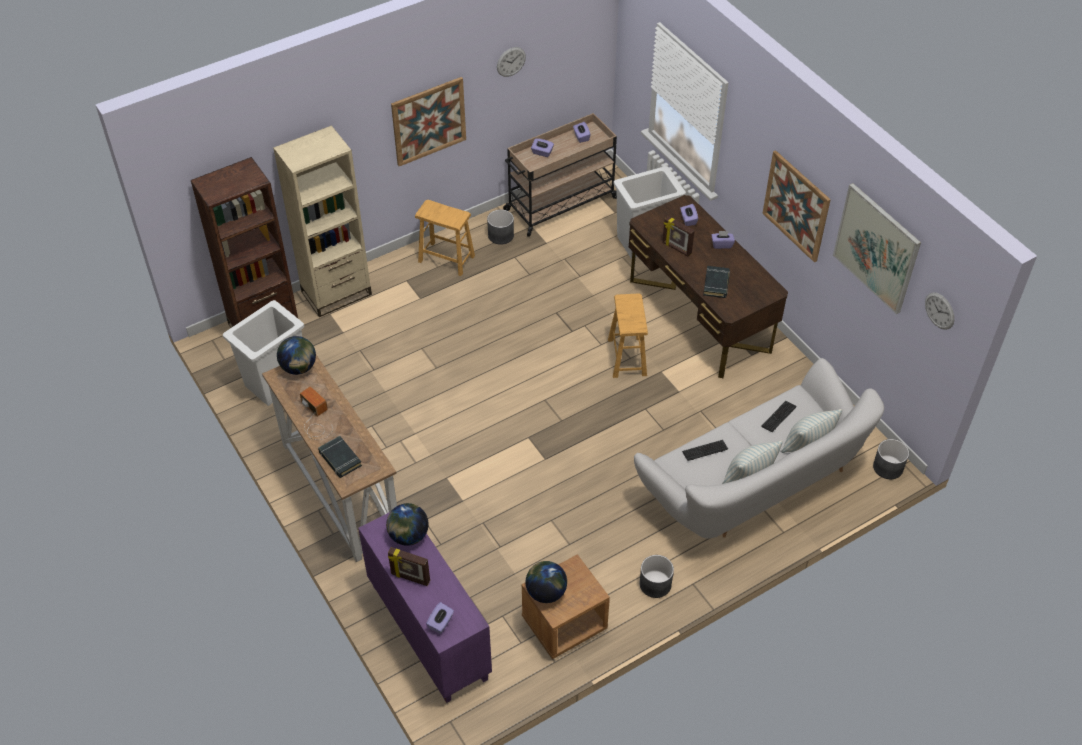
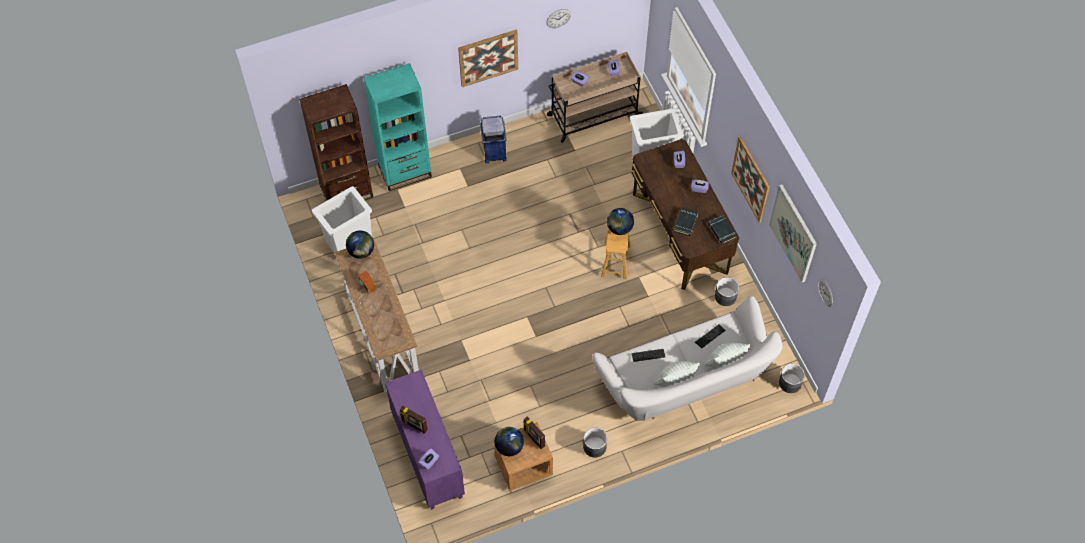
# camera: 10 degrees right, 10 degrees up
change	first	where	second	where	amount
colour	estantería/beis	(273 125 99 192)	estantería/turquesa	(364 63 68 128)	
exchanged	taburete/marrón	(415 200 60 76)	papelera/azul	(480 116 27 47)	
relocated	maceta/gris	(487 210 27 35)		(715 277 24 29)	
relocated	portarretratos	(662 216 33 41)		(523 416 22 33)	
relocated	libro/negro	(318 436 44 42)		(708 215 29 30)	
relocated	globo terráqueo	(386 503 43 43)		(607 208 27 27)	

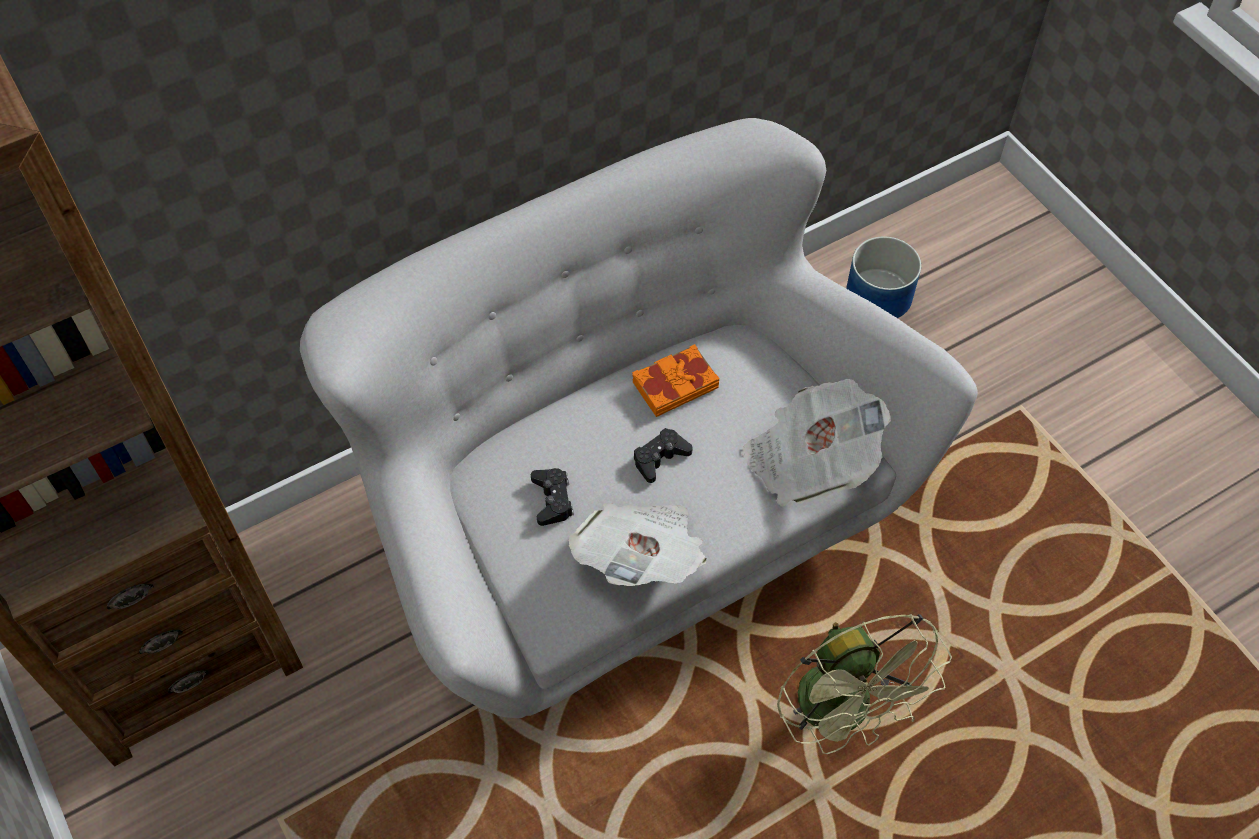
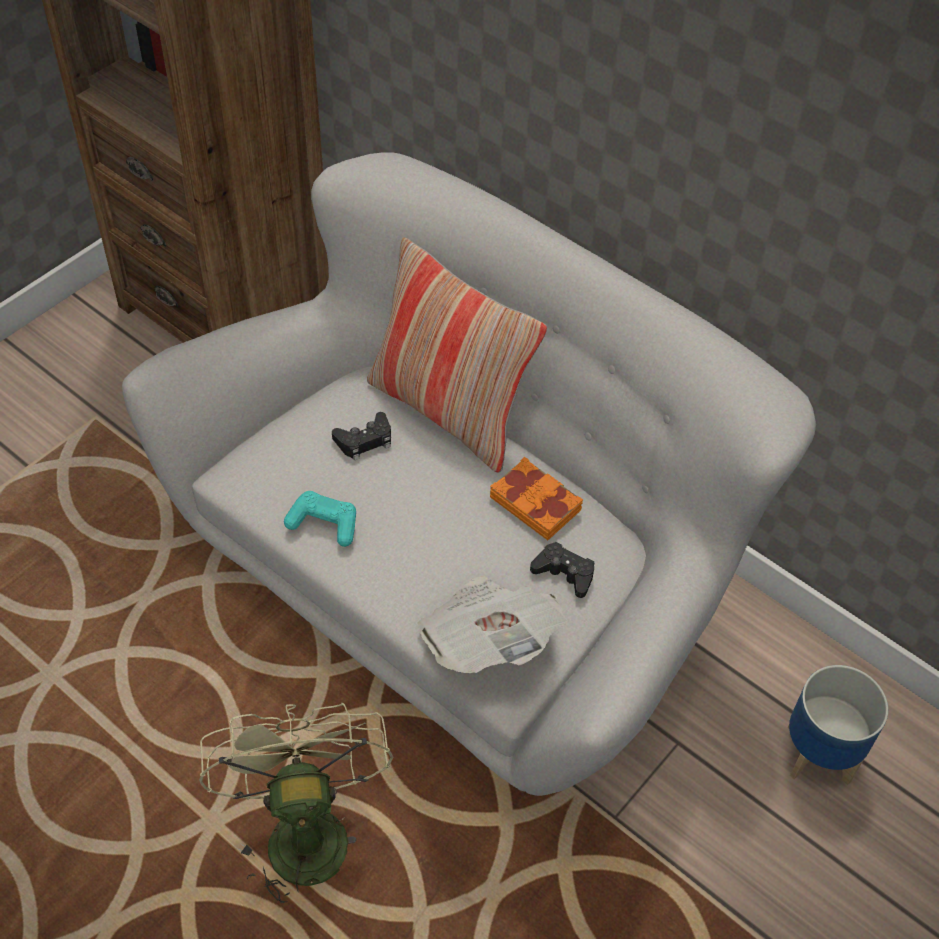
# camera: 70 degrees right, 5 degrees down
change	first	where	second	where	amount
relocated	mando de consola/negro	(634 428 59 55)		(530 542 64 56)	
exchanged	periódico	(568 503 138 83)	mando de consola/turquesa	(284 491 72 56)	
spun	ventilador/verde	(777 614 175 140)		(199 703 194 200)	120 degrees clockwise
appeared			cojín	(367 238 180 234)	

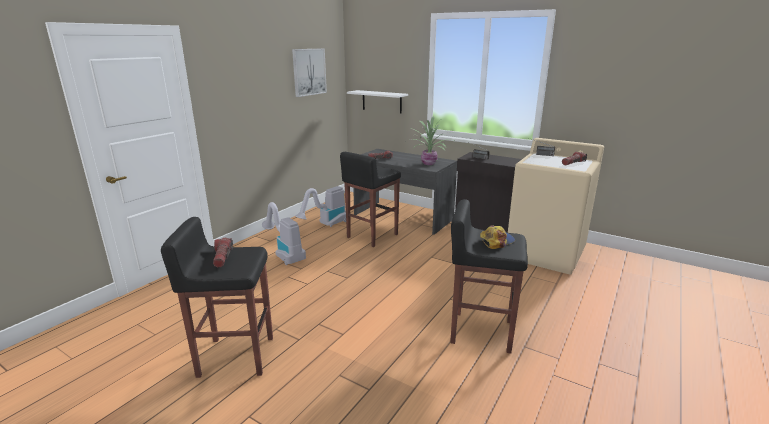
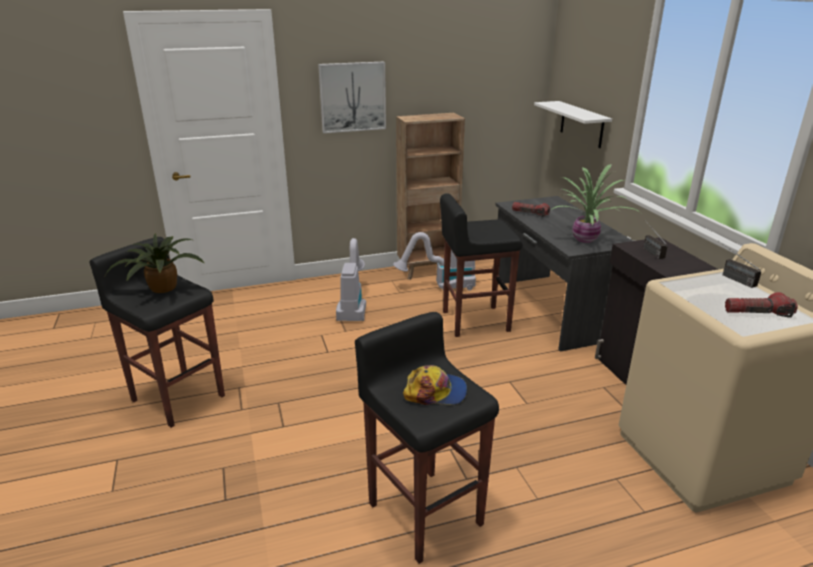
# camera: 40 degrees right, 5 degrees up
change	first	where	second	where	amount
relocated	cuadro	(292 48 35 49)		(318 62 68 71)	
exchanged	linterna	(213 238 20 30)	planta en maceta	(105 233 100 60)	
appeared			estantería/marrón	(396 113 69 167)	

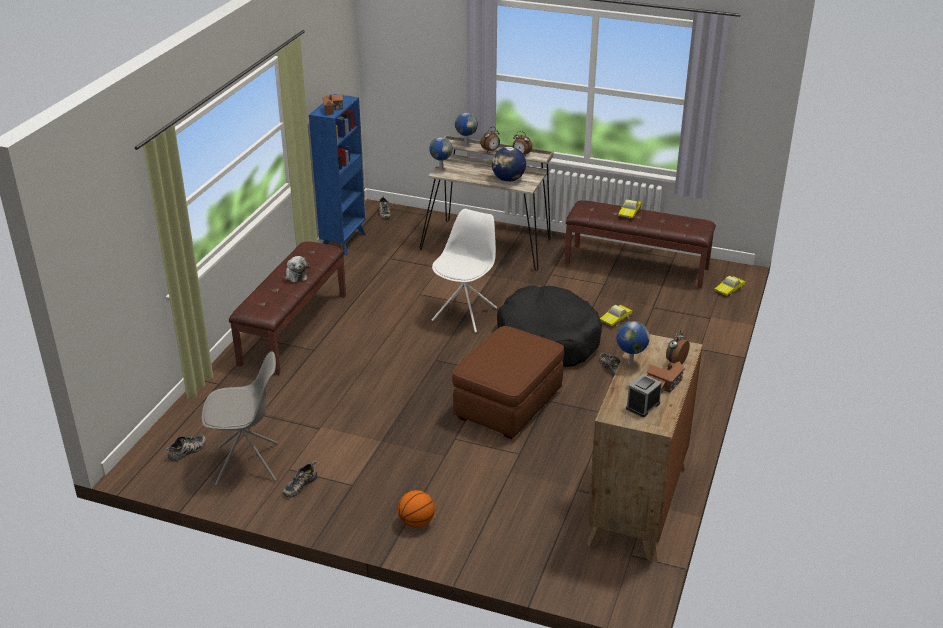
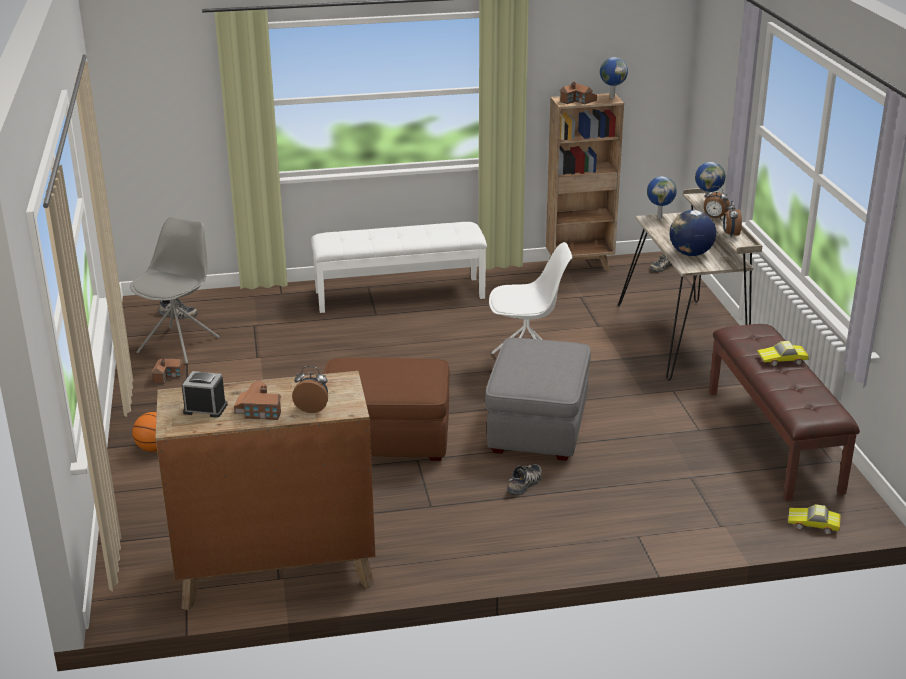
# camera: 60 degrees right, 5 degrees down
change	first	where	second	where	amount
colour	estantería/azul	(309 94 57 161)	estantería/marrón	(546 93 78 178)	
colour	banco/marrón	(229 242 117 133)	banco/blanco	(311 222 176 91)	
missing	peluche	(285 256 25 27)			
exchanged	cama para perro/negro	(497 285 105 82)	puf/gris	(485 338 106 123)	
missing	coche de juguete	(600 305 32 21)			
relocated	globo terráqueo	(617 321 33 44)		(600 57 28 42)	
spun	silla/gris	(202 352 76 134)		(130 217 90 147)	120 degrees counterclockwise
exchanged	zapato	(283 461 34 37)	casita	(151 358 34 26)	

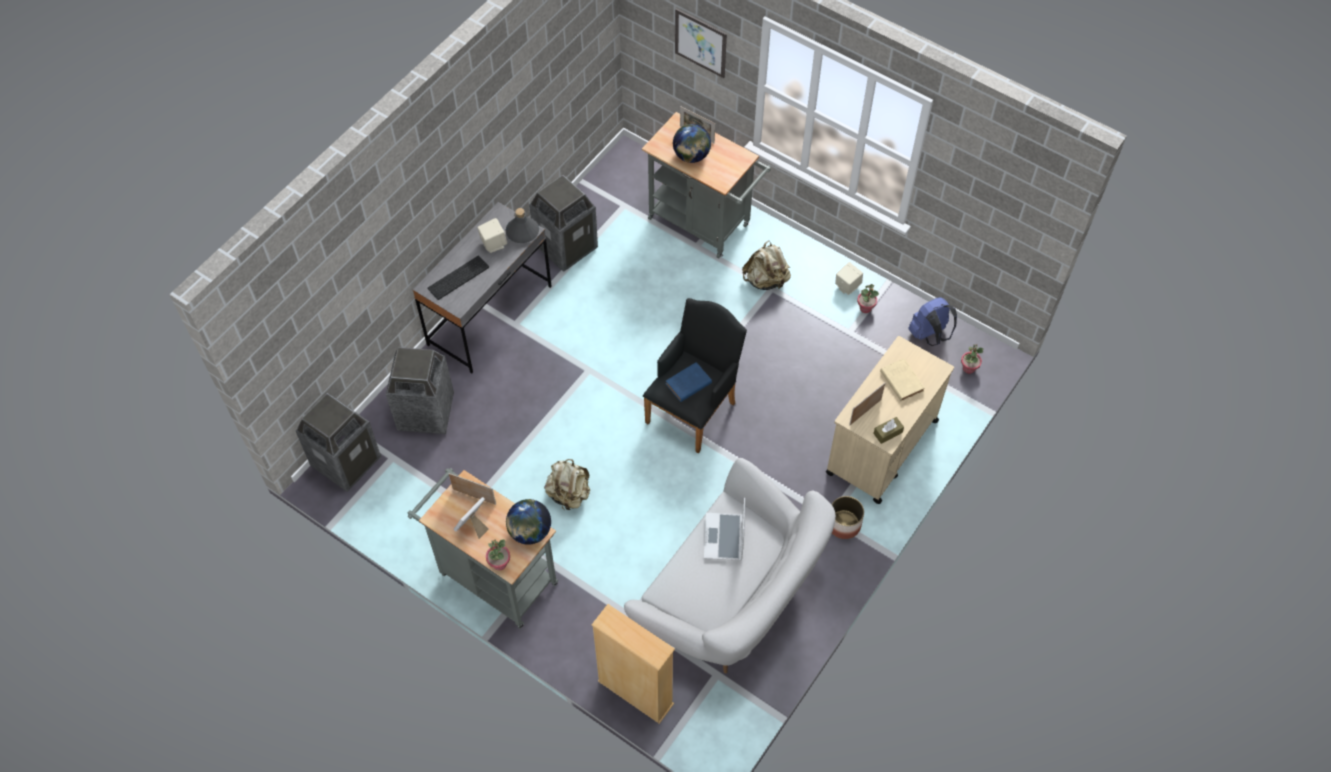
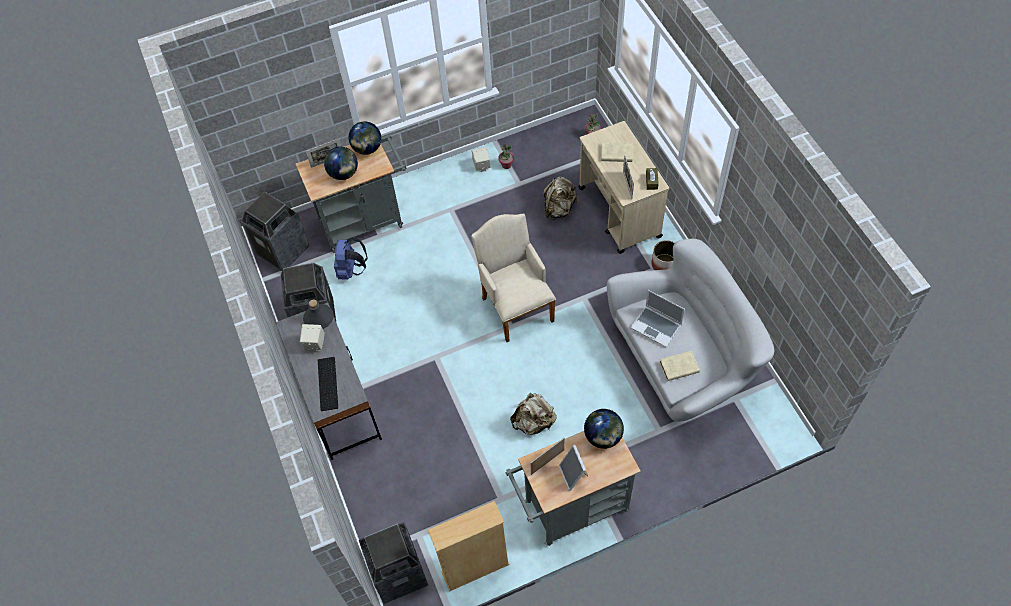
# camera: 55 degrees left, 0 degrees up
change	first	where	second	where	amount
missing	cuadro	(675 9 52 69)			
relocated	mochila/beis	(742 241 49 49)		(543 176 34 44)	
relocated	mochila/azul	(908 297 49 49)		(334 237 34 43)	
colour	sillón/negro	(643 298 104 155)	sillón/beis	(471 213 85 129)	
relocated	papelera	(386 347 68 87)		(241 191 69 80)	
missing	libro/azul	(665 362 47 40)			
missing	planta en maceta	(486 539 24 32)			
relocated	estantería/beis	(592 604 83 120)		(428 501 82 91)	
appeared			globo terráqueo	(349 121 32 34)	
appeared			libro/beis	(659 351 41 30)	

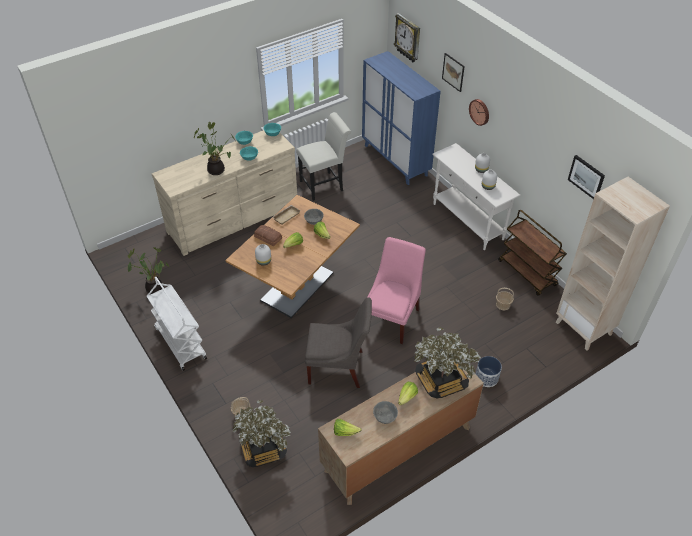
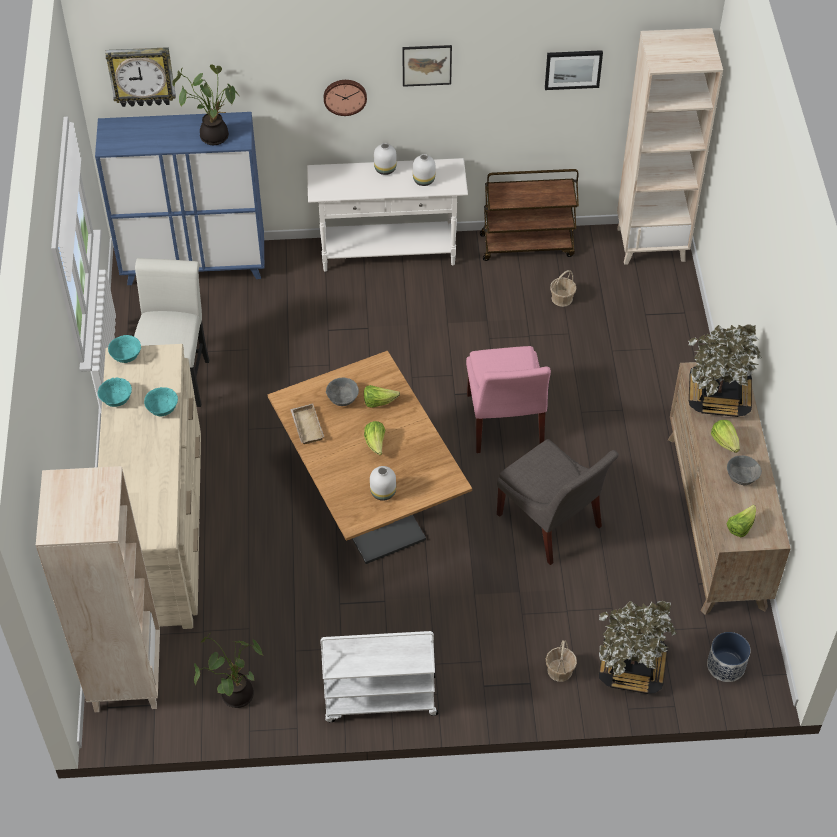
# camera: 60 degrees left, 5 degrees up
change	first	where	second	where	amount
relocated	cuadro	(442 53 23 39)		(402 45 50 42)	
relocated	planta en maceta	(194 122 42 53)		(172 65 68 80)	
missing	pan	(254 225 28 21)			
spun	silla/rosa	(368 237 58 107)		(466 346 85 107)	150 degrees counterclockwise
spun	silla/gris	(305 297 67 91)		(497 439 122 126)	105 degrees clockwise
relocated	maceta	(476 356 26 31)		(707 632 43 50)	
appeared			estantería/beis	(36 466 124 246)	

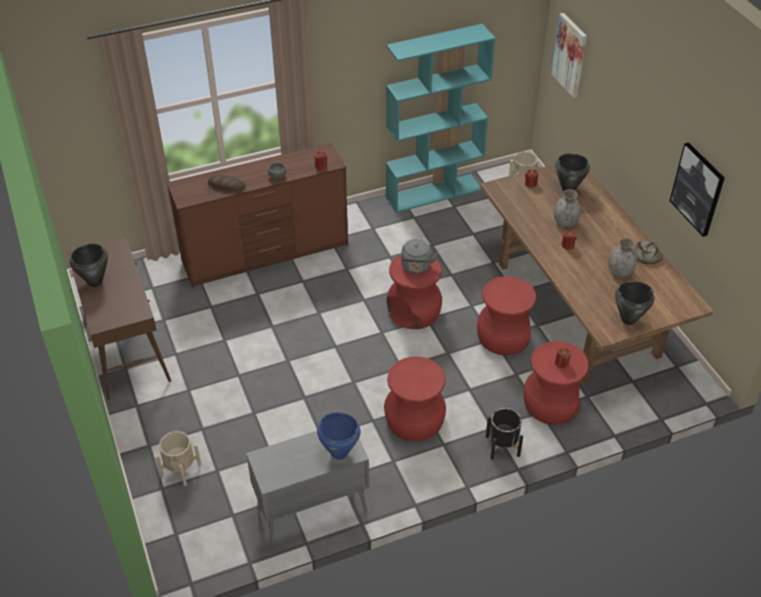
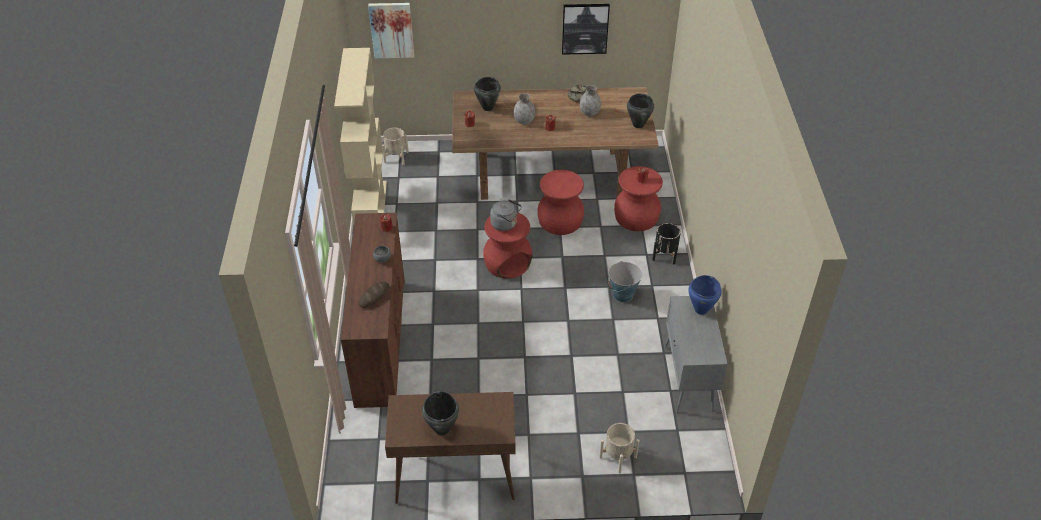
# camera: 70 degrees left, 0 degrees up
change	first	where	second	where	amount
colour	estantería/turquesa	(386 24 109 189)	estantería/beis	(334 48 53 176)	
exchanged	taburete/rojo	(384 356 62 85)	cubo	(608 261 34 41)	

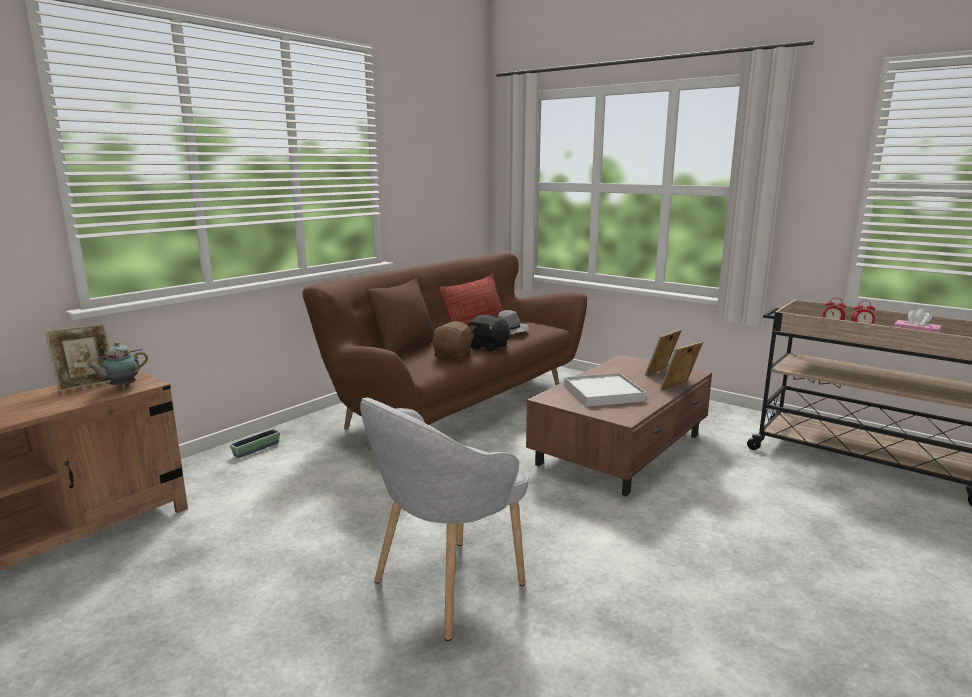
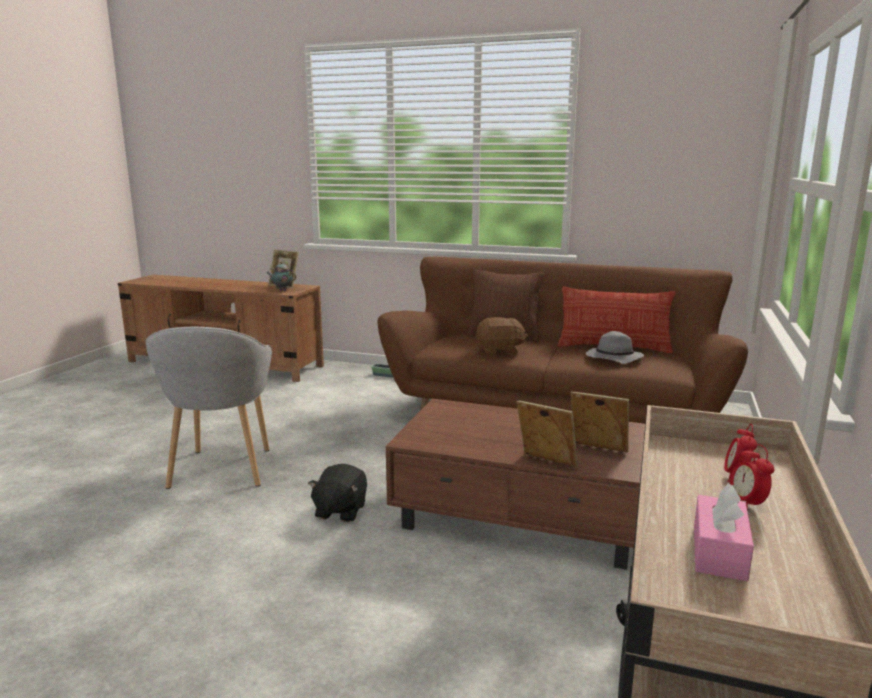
# camera: 70 degrees right, 0 degrees up
change	first	where	second	where	amount
relocated	peluche/negro	(468 315 43 37)		(308 464 59 58)	
missing	bandeja/blanco	(564 373 82 34)			
spun	sillón/gris	(360 398 168 243)		(145 327 127 162)	120 degrees counterclockwise

